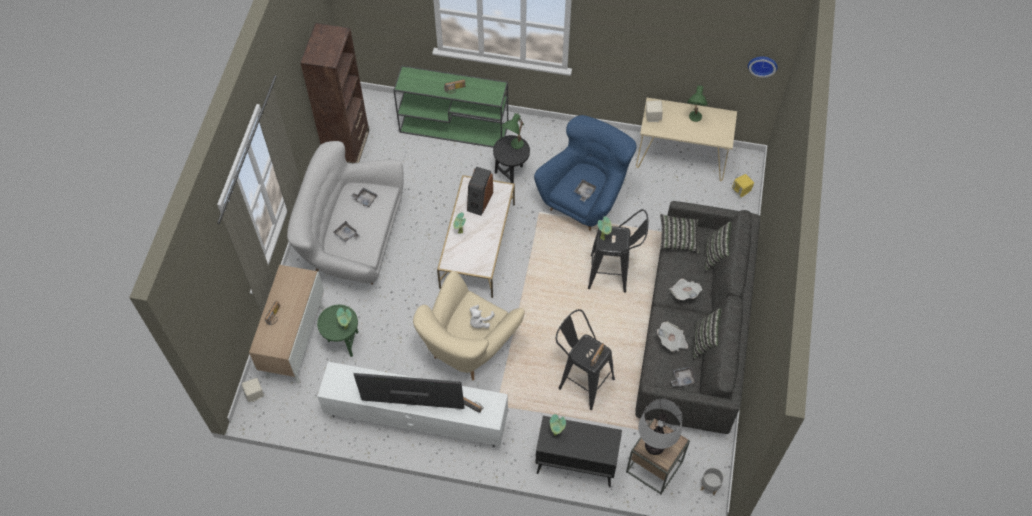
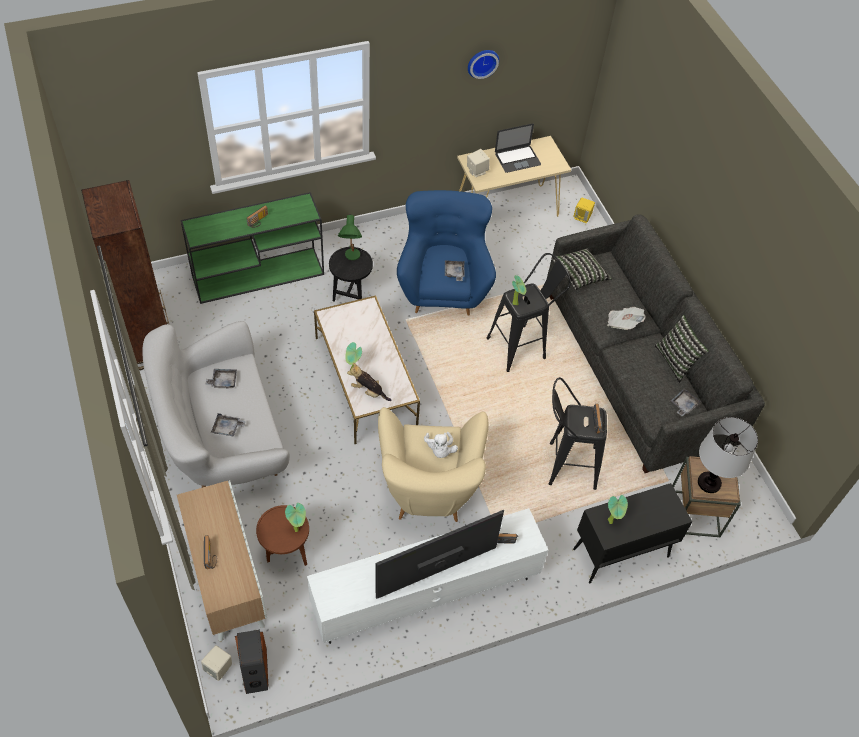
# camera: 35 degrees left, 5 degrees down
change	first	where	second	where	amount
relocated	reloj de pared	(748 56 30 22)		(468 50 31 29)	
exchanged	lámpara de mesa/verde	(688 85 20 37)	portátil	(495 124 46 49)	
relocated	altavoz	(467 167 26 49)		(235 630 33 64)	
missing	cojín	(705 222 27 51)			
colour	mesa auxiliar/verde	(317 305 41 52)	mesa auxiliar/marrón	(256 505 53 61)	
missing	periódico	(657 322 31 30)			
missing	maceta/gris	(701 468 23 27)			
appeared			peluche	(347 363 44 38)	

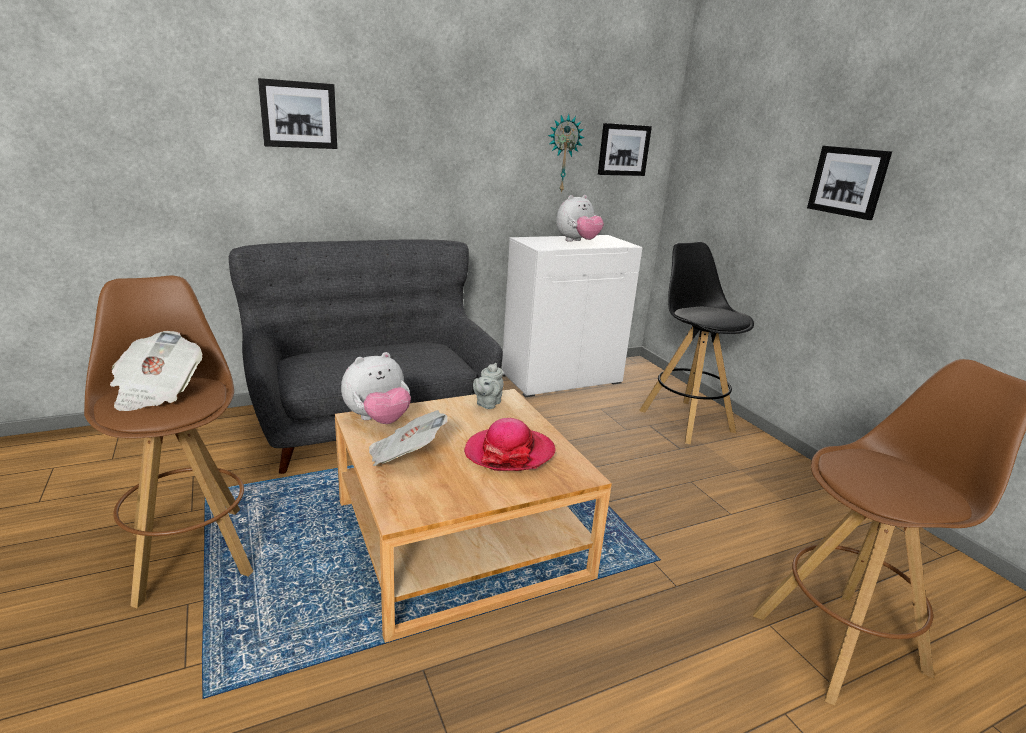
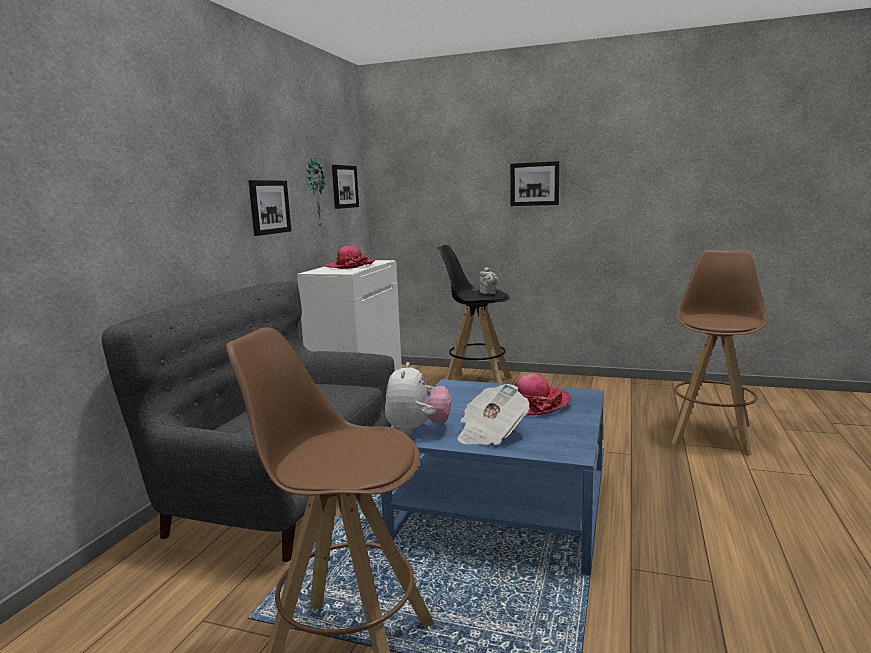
# camera: 45 degrees left, 10 degrees down
change	first	where	second	where	amount
relocated	cuadro	(258 78 79 71)		(248 180 43 56)	
exchanged	peluche	(556 195 48 47)	sombrero	(325 246 51 23)	
missing	periódico	(110 331 92 80)			
relocated	tetera/gris	(473 363 31 46)		(479 267 19 27)	
colour	mesa de centro/beis	(335 389 277 254)	mesa de centro/azul	(381 379 223 196)	

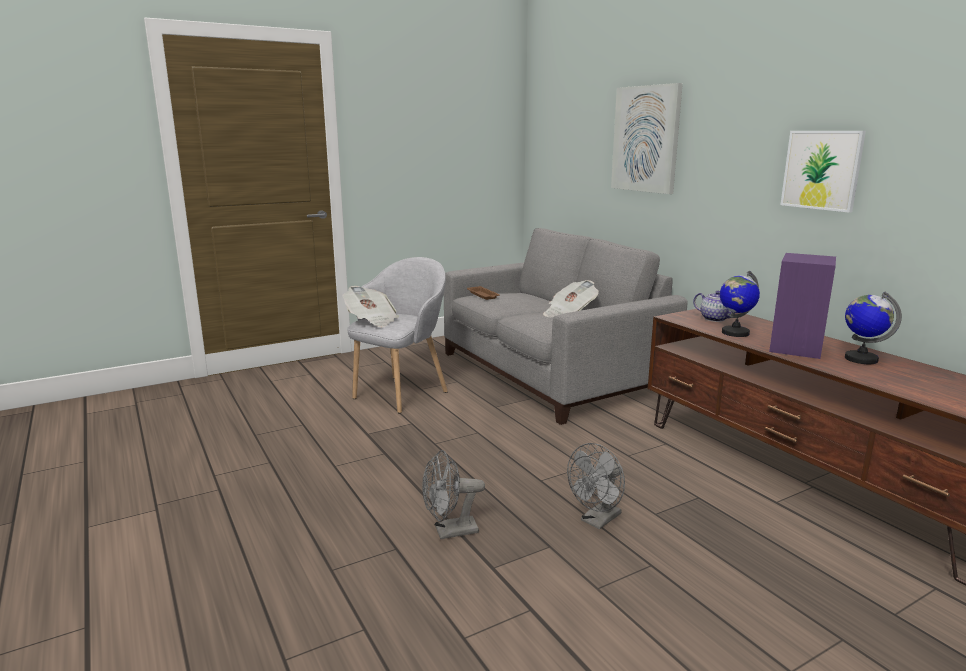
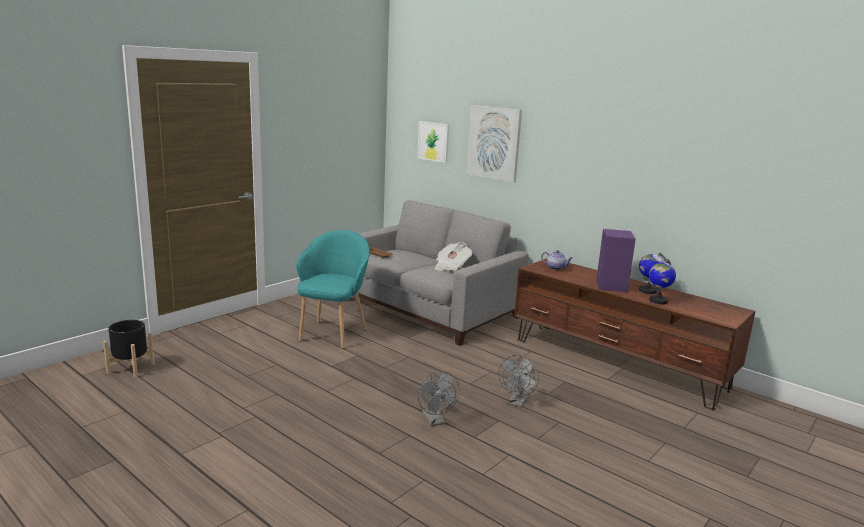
# camera: 20 degrees left, 0 degrees up
change	first	where	second	where	amount
relocated	cuadro	(780 131 86 82)		(417 121 32 42)	
colour	sillón/gris	(347 257 101 156)	sillón/turquesa	(296 230 73 119)	
relocated	globo terráqueo	(720 271 40 66)		(649 259 27 45)	
missing	periódico	(342 286 57 41)			
spun	ventilador/gris	(422 450 63 89)		(418 371 42 55)	75 degrees counterclockwise
appeared			maceta/negro	(103 320 52 58)	

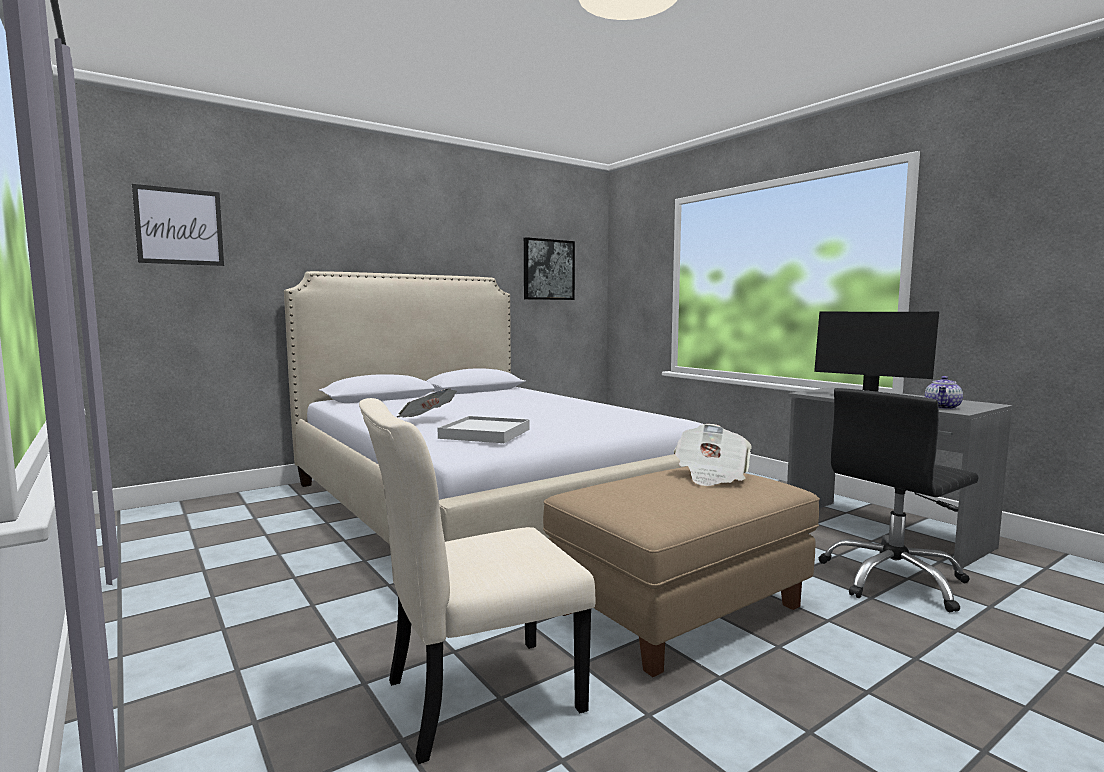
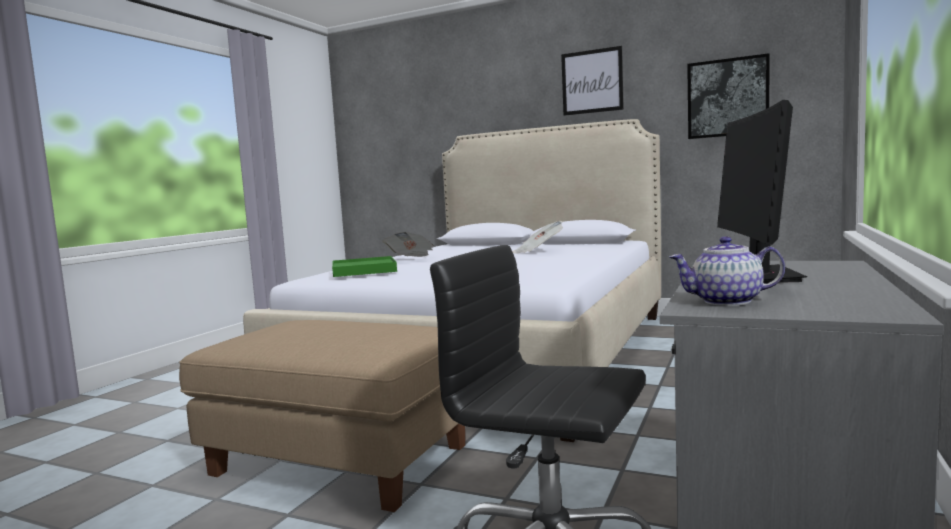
# camera: 60 degrees right, 0 degrees up
change	first	where	second	where	amount
relocated	cuadro	(132 184 92 82)		(561 46 63 70)	
missing	silla/beis	(359 398 236 366)			
colour	bandeja/blanco	(438 416 92 27)	bandeja/verde	(332 256 65 21)	
relocated	periódico	(674 424 78 62)		(513 221 50 32)	

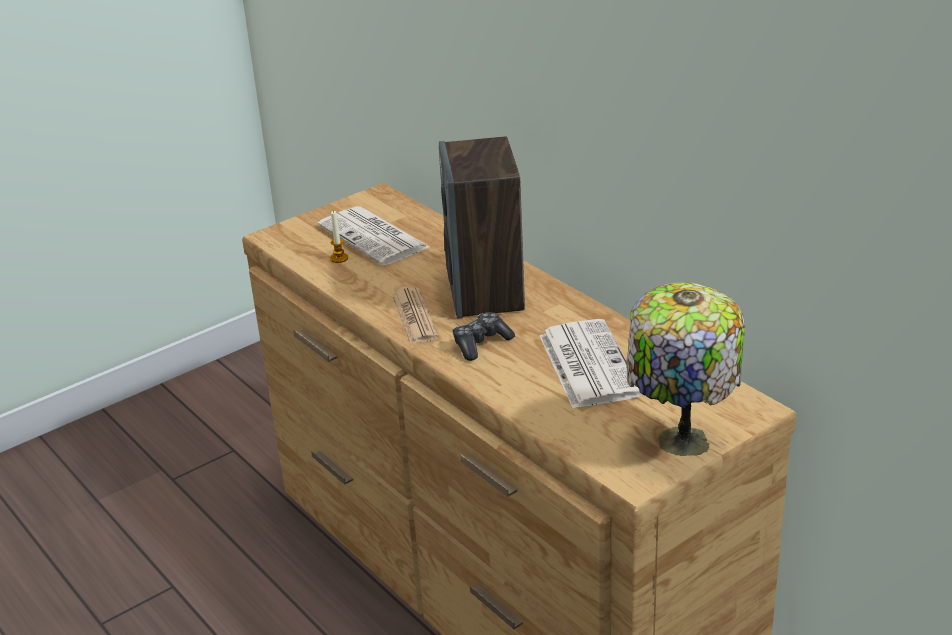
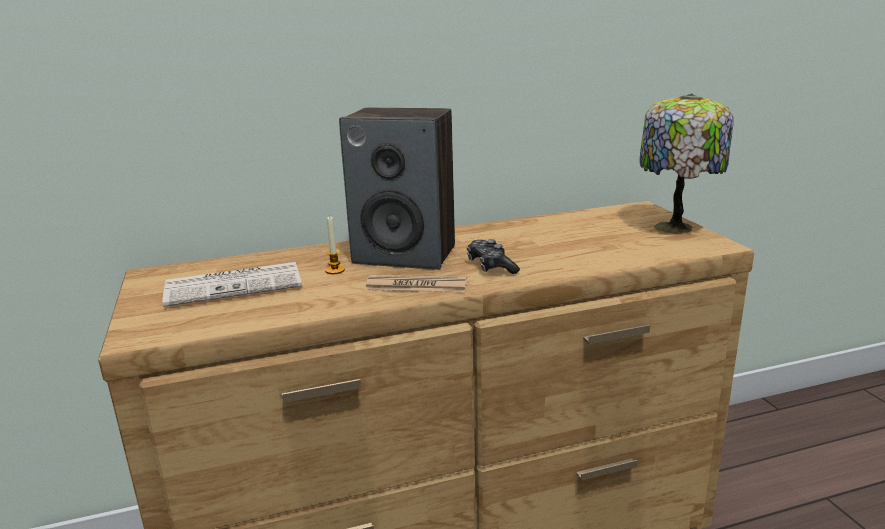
# camera: 70 degrees left, 10 degrees down
change	first	where	second	where	amount
relocated	vela	(330 210 18 53)		(325 217 20 57)	
missing	periódico	(539 319 104 89)			

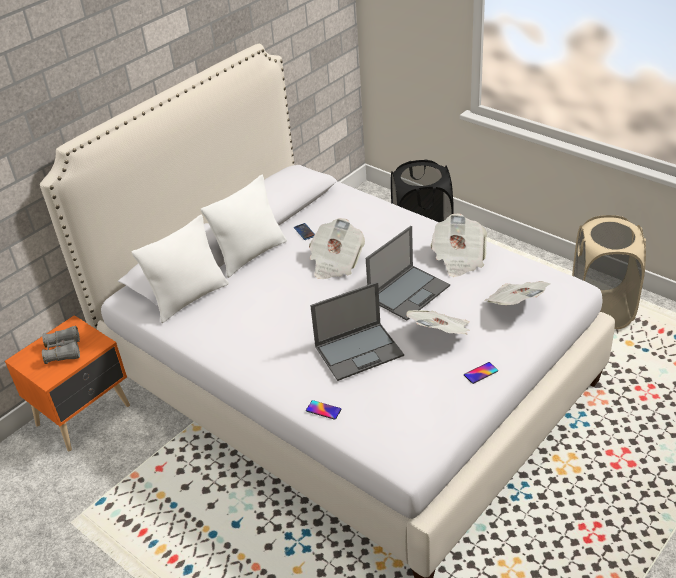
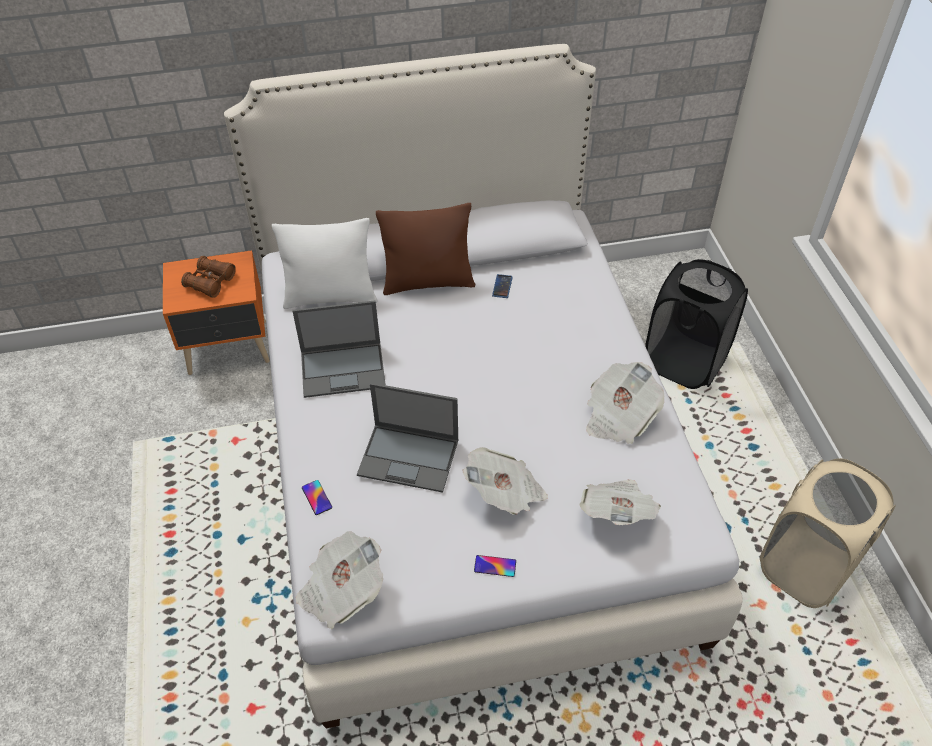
# camera: 35 degrees right, 10 degrees up
change	first	where	second	where	amount
colour	cojín/blanco	(201 175 86 102)	cojín/marrón	(376 203 100 92)	
relocated	periódico	(309 218 56 61)		(296 531 87 98)	
relocated	portátil	(366 226 84 95)		(292 301 94 97)	
colour	prismáticos/gris	(42 326 38 38)	prismáticos/marrón	(181 256 55 42)	

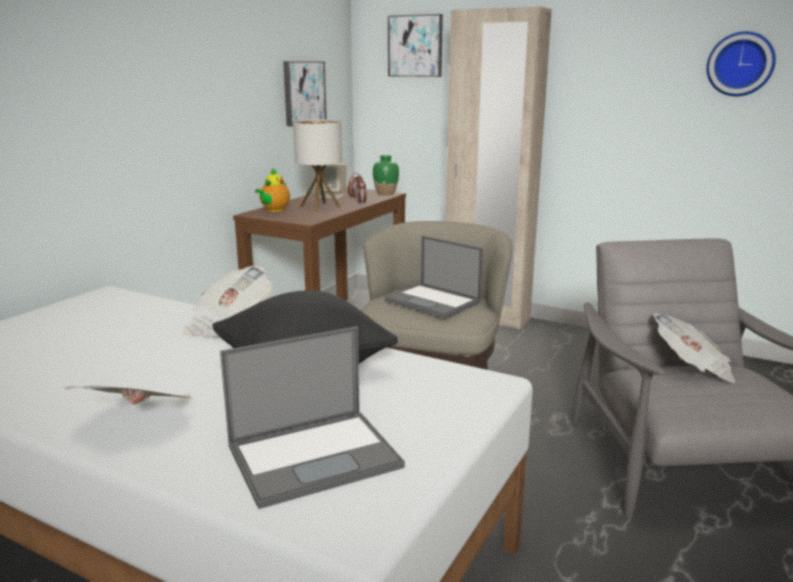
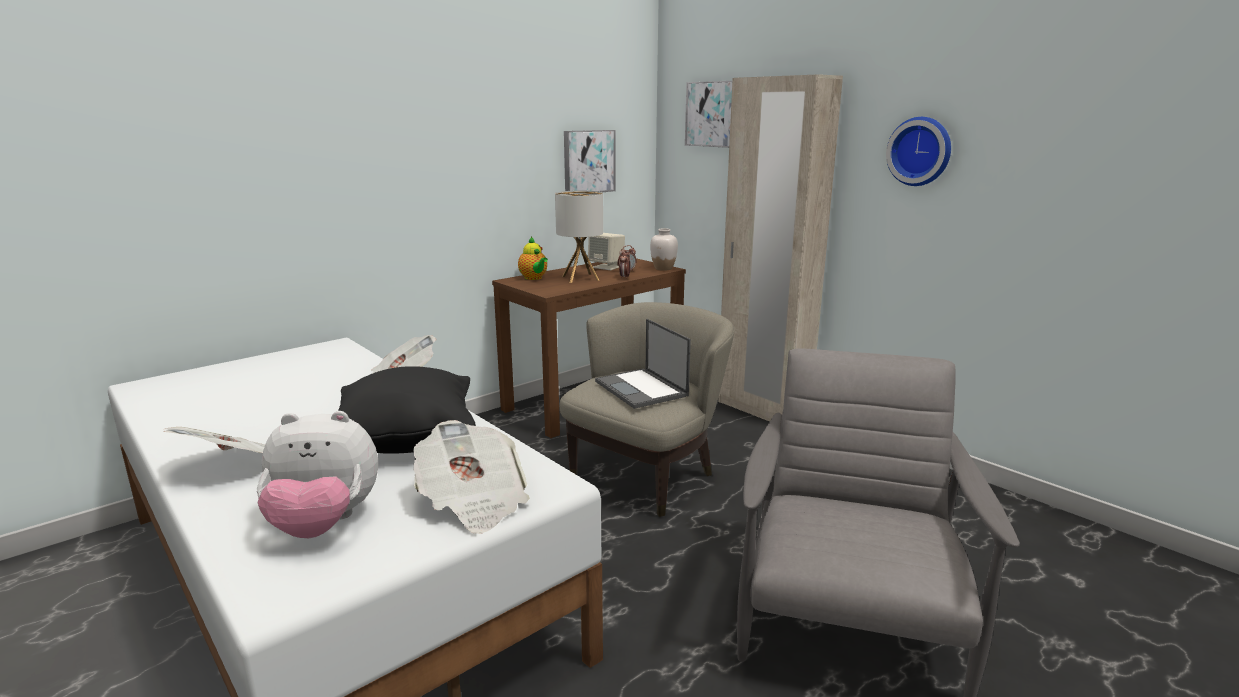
# camera: 20 degrees right, 0 degrees up
change	first	where	second	where	amount
relocated	reloj de pared	(707 31 69 65)		(886 117 65 69)	
colour	florero/verde	(373 155 26 40)	florero/blanco	(650 228 28 43)	
spun	tetera	(255 167 35 45)		(518 237 30 43)	75 degrees counterclockwise
relocated	periódico	(653 313 82 70)		(413 420 117 114)	
exchanged	portátil	(220 326 185 183)	peluche	(257 411 121 127)	

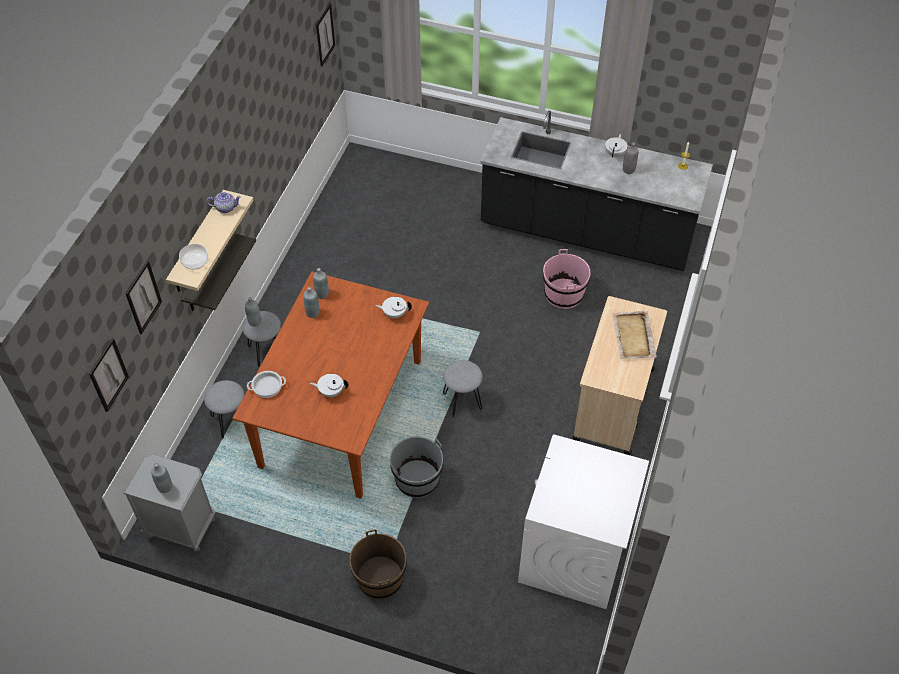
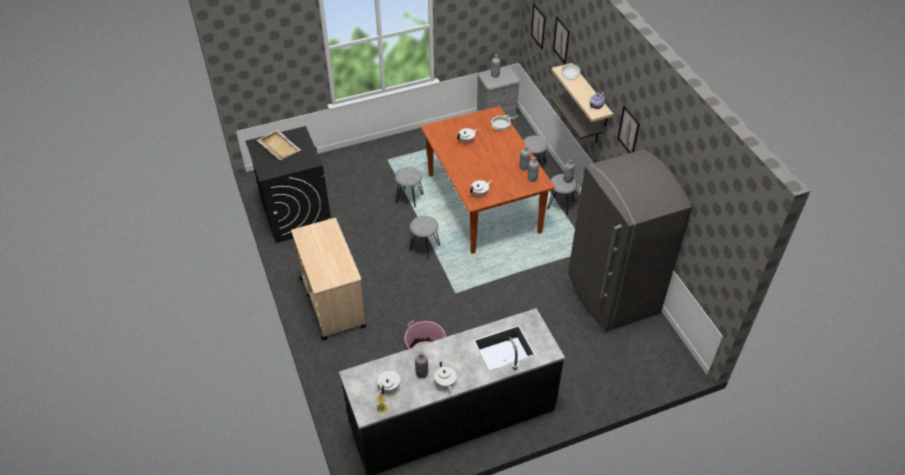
# camera: 140 degrees right, 5 degrees down
change	first	where	second	where	amount
relocated	cuadro	(316 4 19 63)		(617 105 23 48)	
relocated	bandeja/beis	(612 311 45 48)		(257 129 44 31)	
colour	lavadora/blanco	(518 434 131 175)	lavadora/negro	(245 126 86 117)	
exchanged	cubo/gris	(390 436 53 62)	taburete/gris	(395 167 28 41)	
missing	cubo/marrón	(349 529 58 70)			
appeared			nevera/gris	(568 149 124 183)	
appeared			tetera/blanco	(378 366 22 28)	

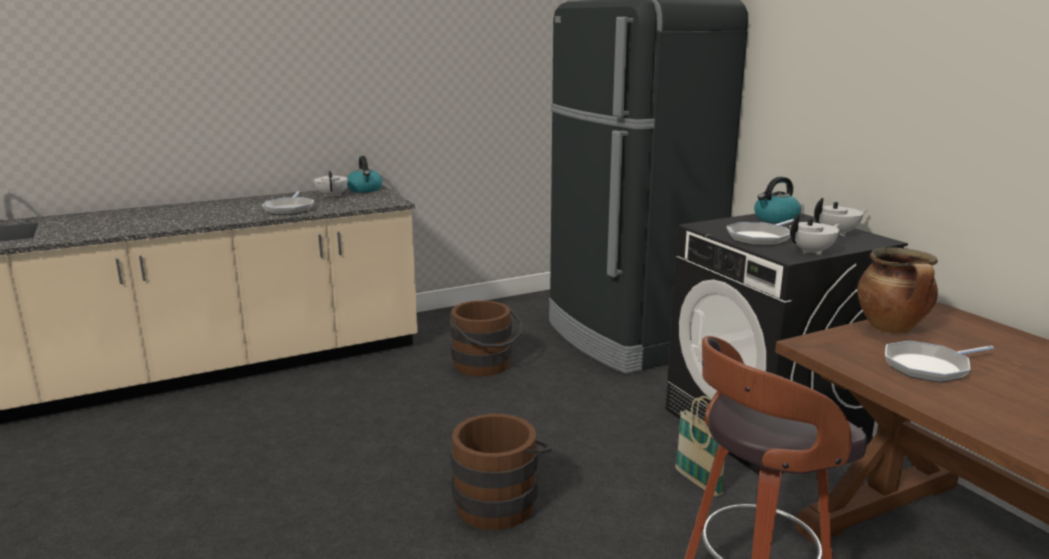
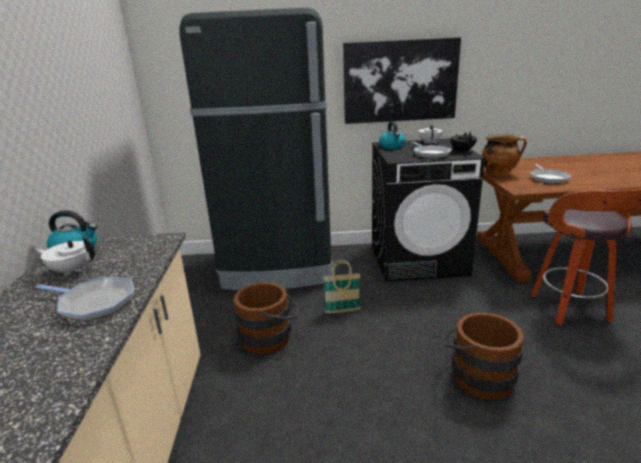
# camera: 65 degrees left, 5 degrees up
change	first	where	second	where	amount
colour	tetera/blanco	(790 215 50 40)	tetera/negro	(450 131 27 22)	
relocated	cesta	(675 396 51 101)		(323 260 38 54)	
appeared			cuadro	(343 37 118 87)	

